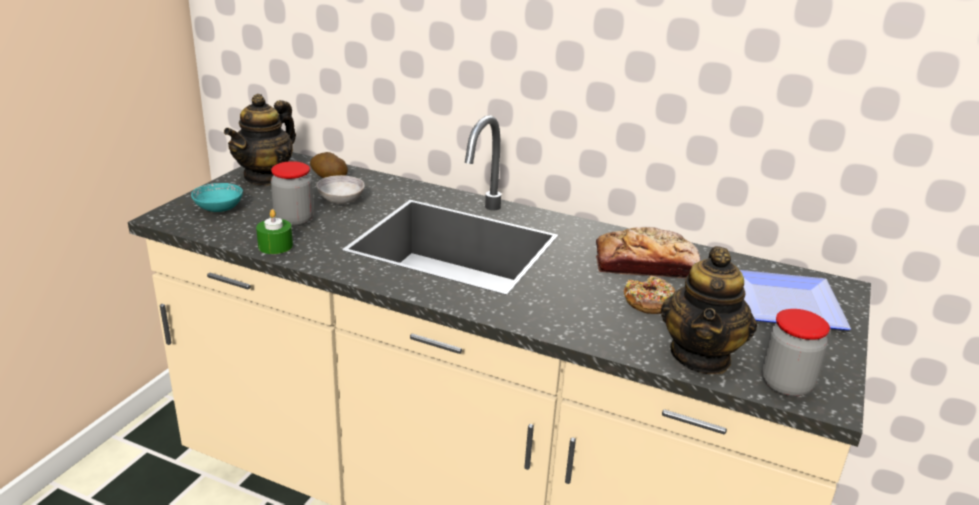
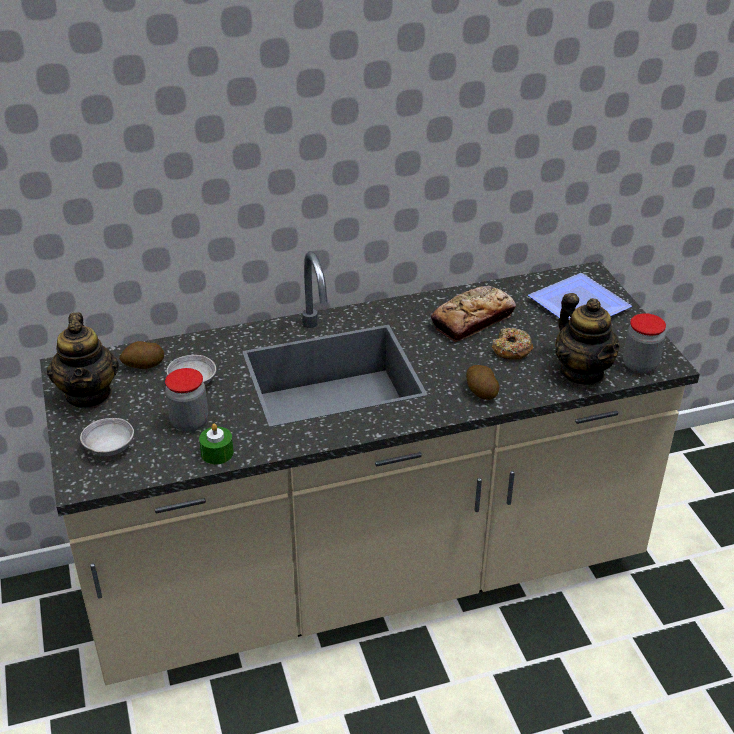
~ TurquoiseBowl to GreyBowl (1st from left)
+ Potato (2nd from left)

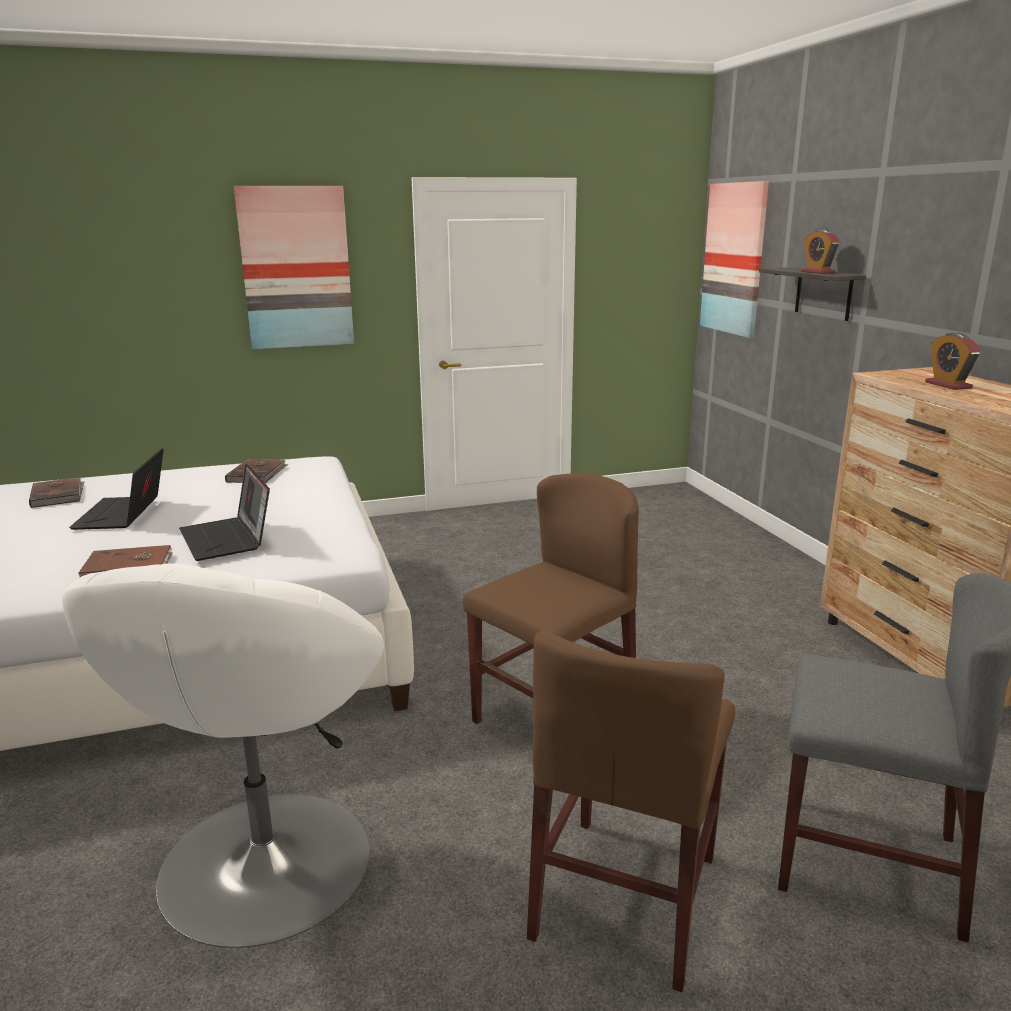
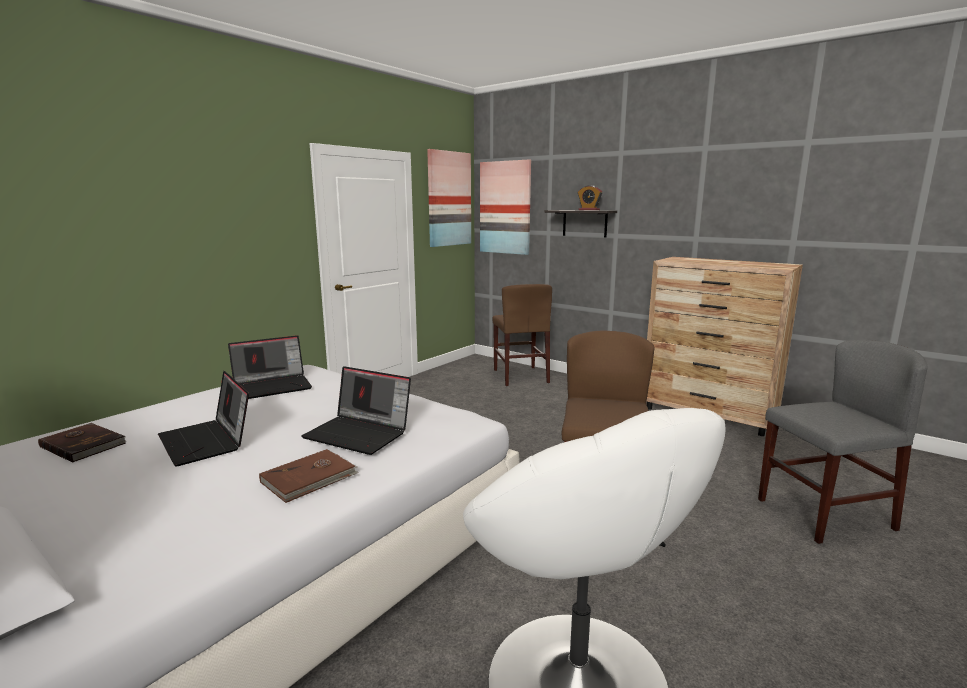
~ BrownBook (3rd from left) to Laptop (2nd from left)
~ Picture (1st from left)
~ BrownChair (2nd from left in the first image) to BrownChair (1st from left)
- AlarmClock (2nd from left)

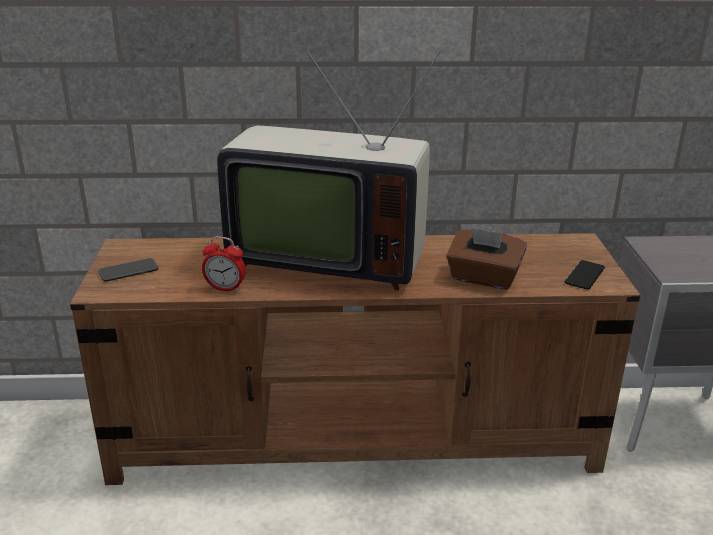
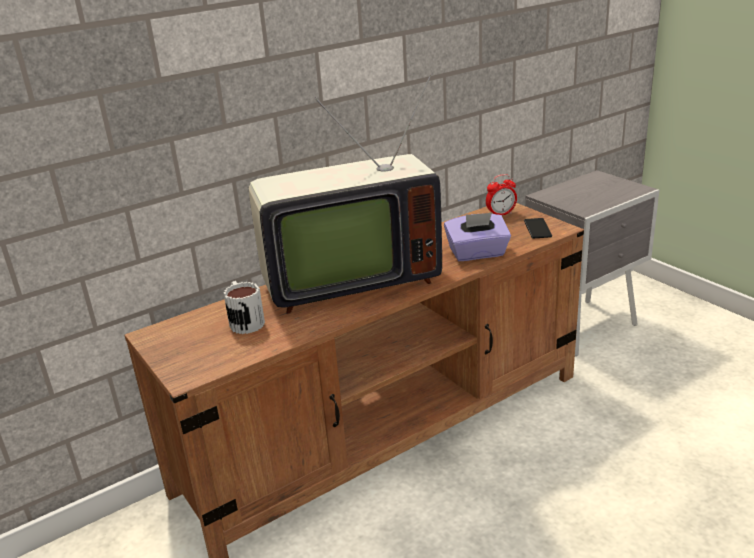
- Phone (1st from left)
~ AlarmClock
~ BrownTissueBox to PurpleTissueBox
+ Mug

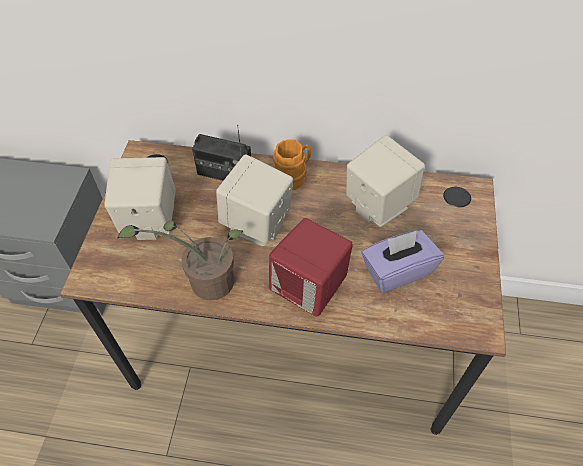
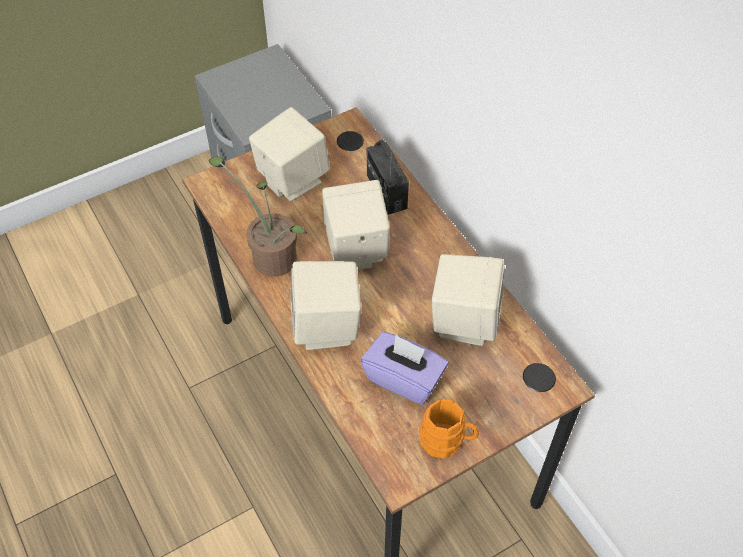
~ RedSpeaker to BeigeSpeaker (2nd from left)
~ OrangeMug

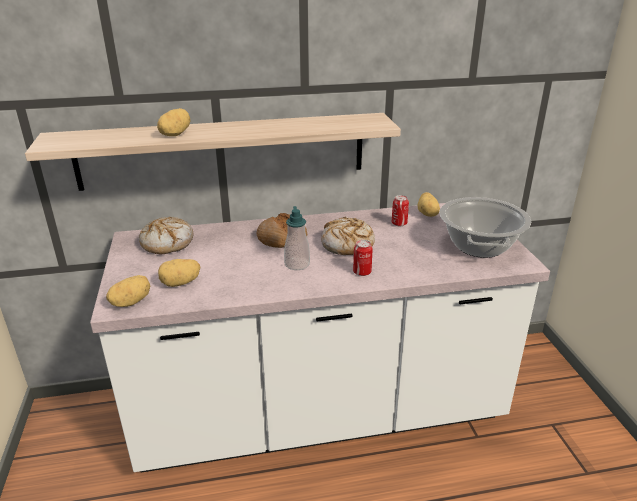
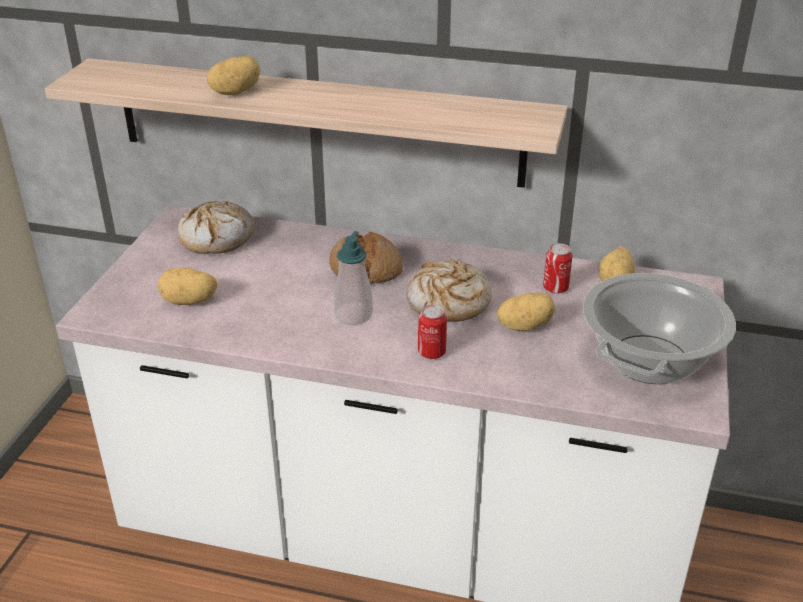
~ Potato (1st from left in the first image) to Potato (3rd from left)

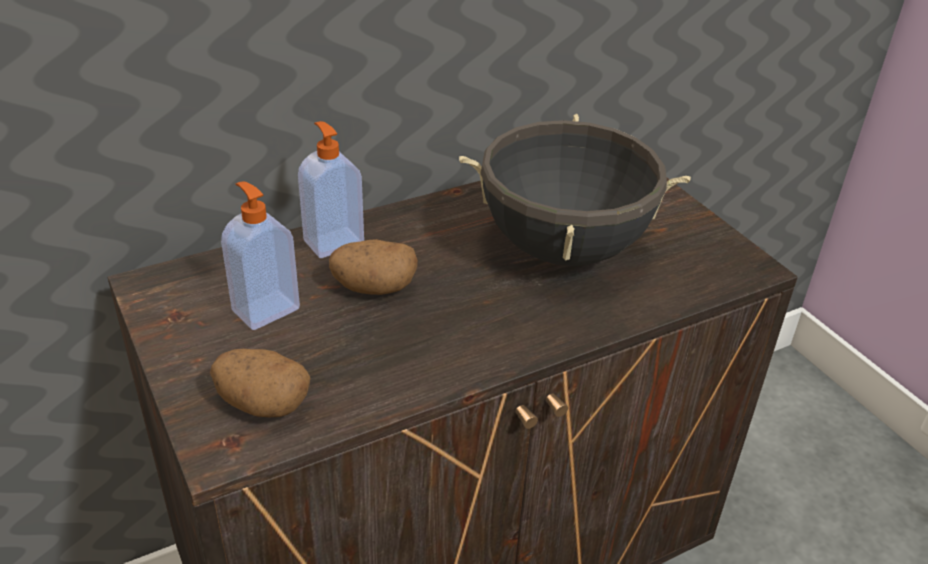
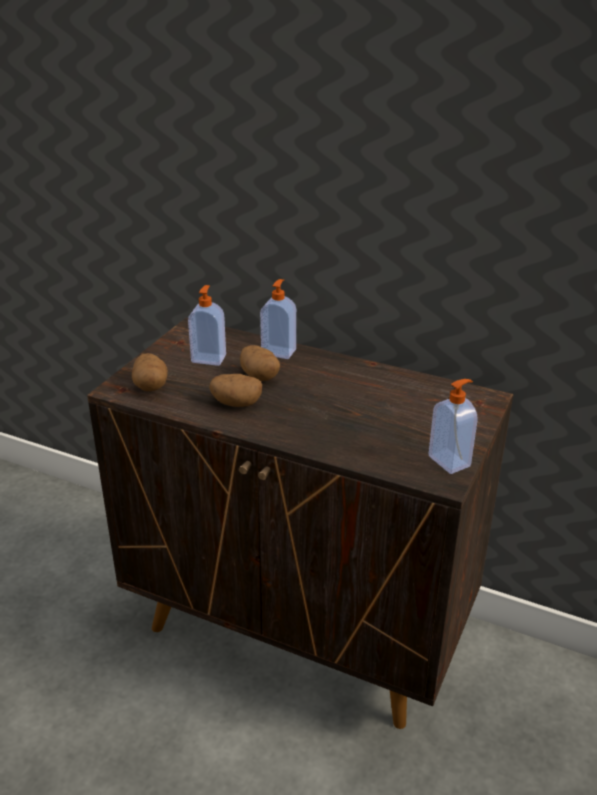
- BlackCookingPot
+ Potato (2nd from left)
+ SoapDispenser (3rd from left)

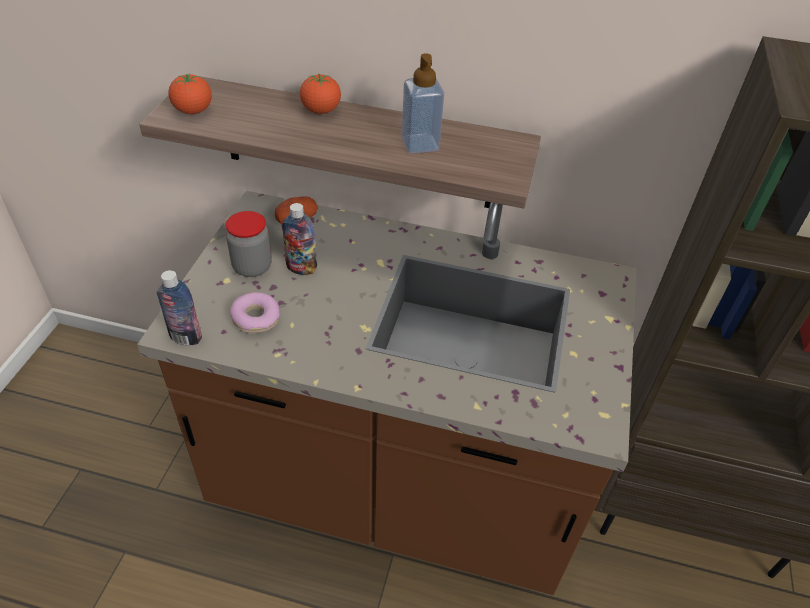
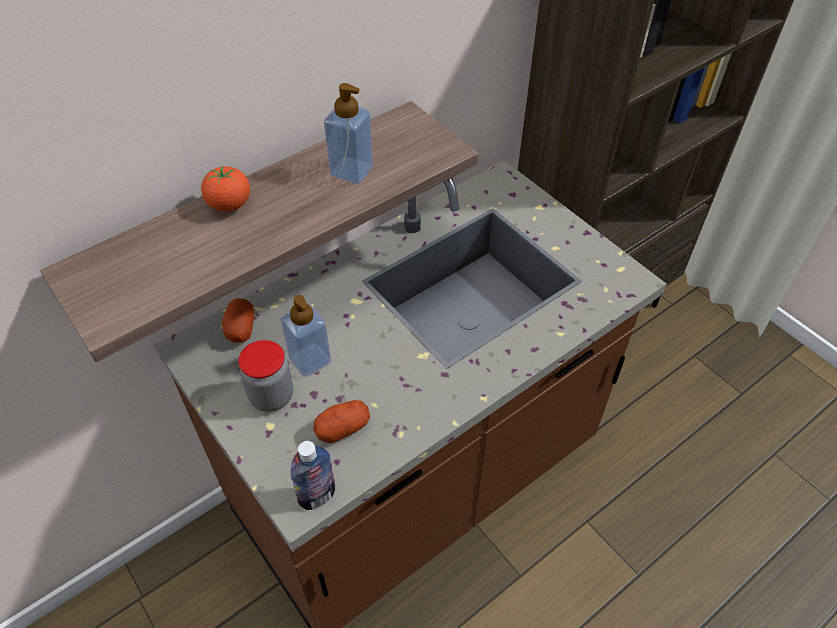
- Tomato (1st from left)
~ Donut to Potato (2nd from left)
~ Bottle (2nd from left) to SoapDispenser (1st from left)

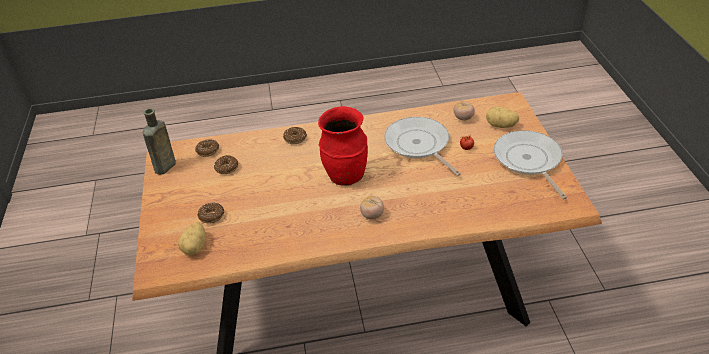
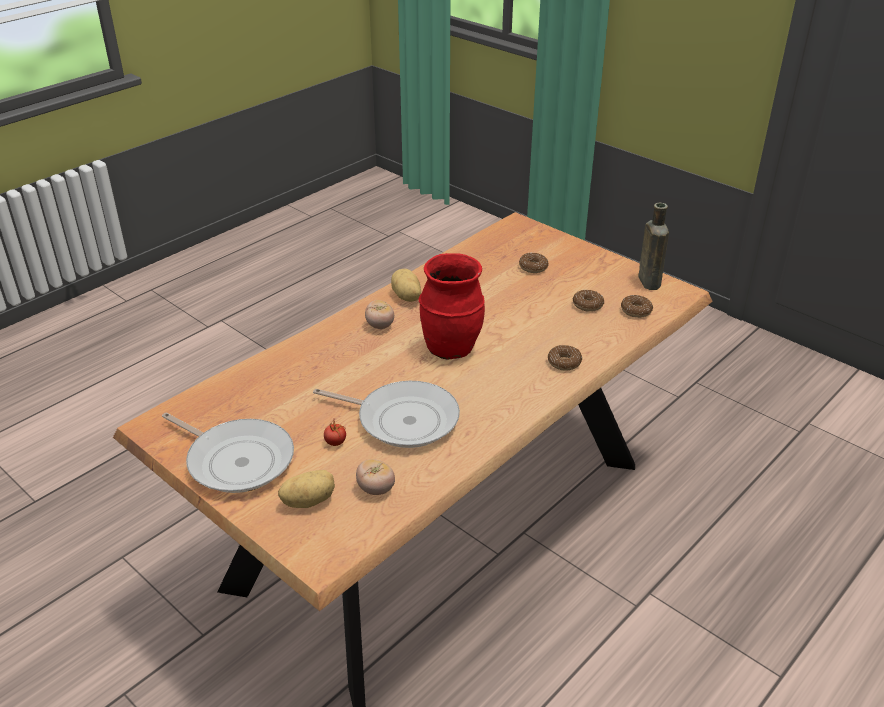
~ Potato (1st from left in the first image) to Potato (2nd from left)

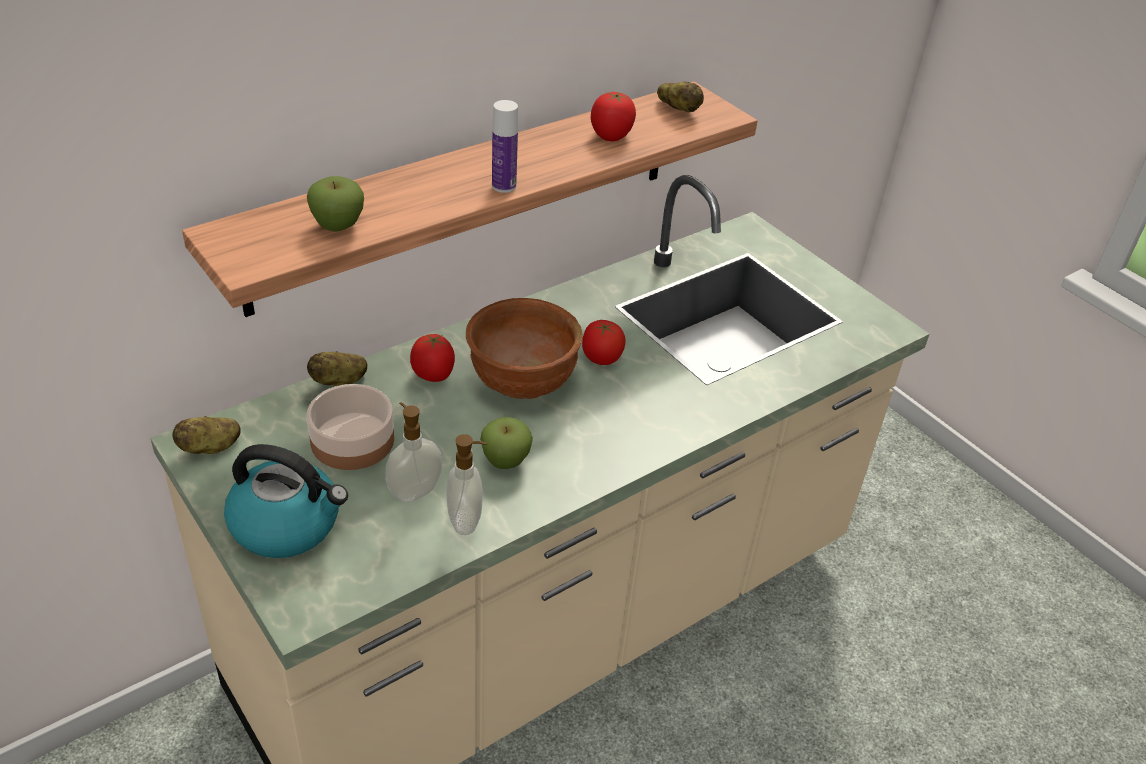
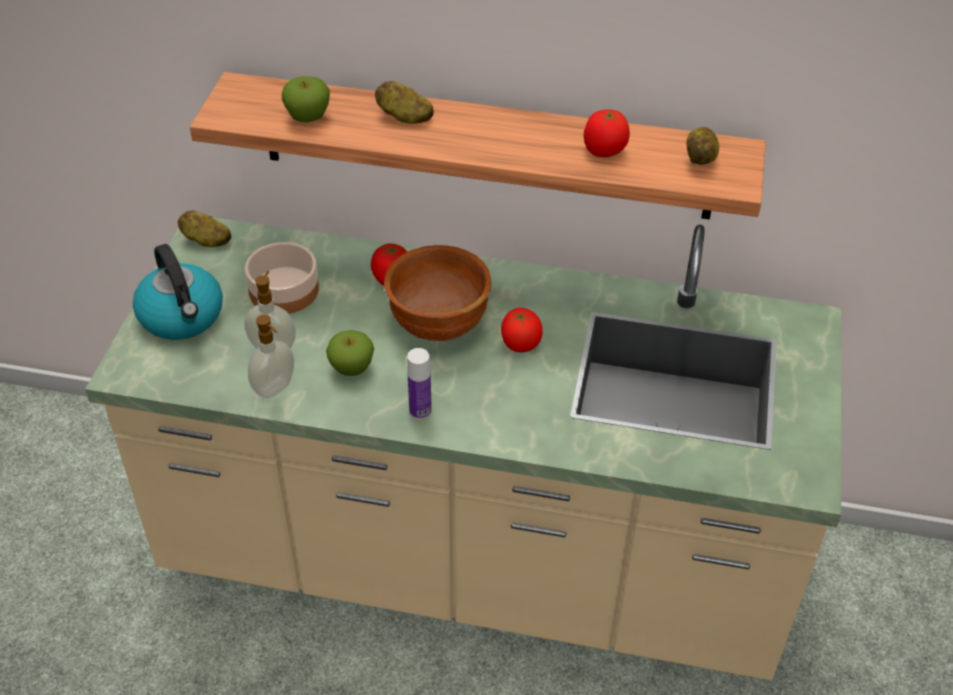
~ Potato (2nd from left)
~ Bottle

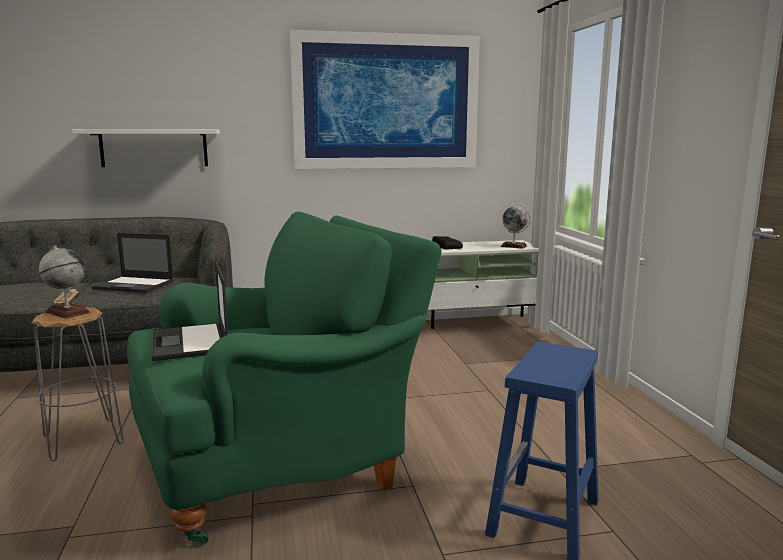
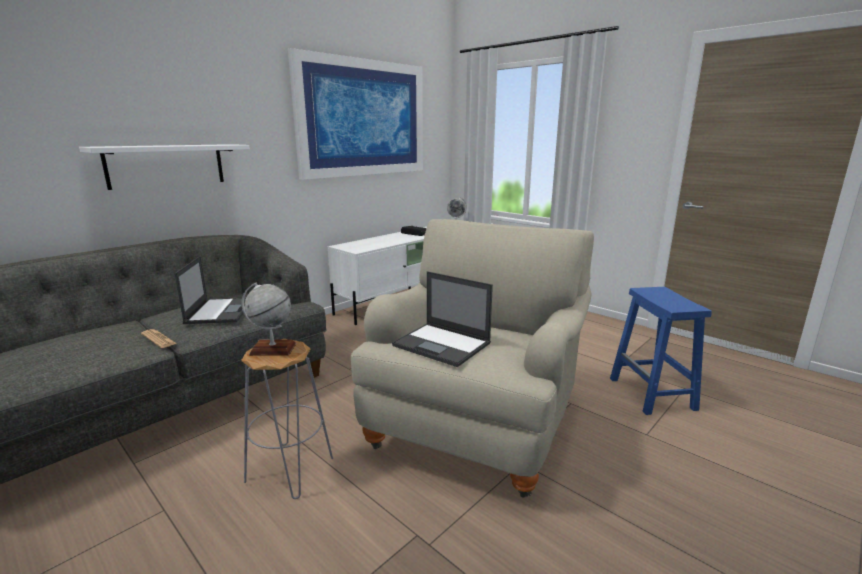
~ Laptop (1st from left) 75 degrees counterclockwise
~ GreenArmchair to BeigeArmchair

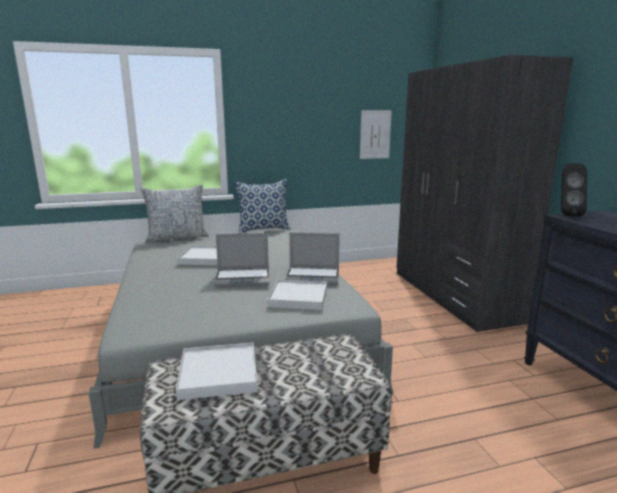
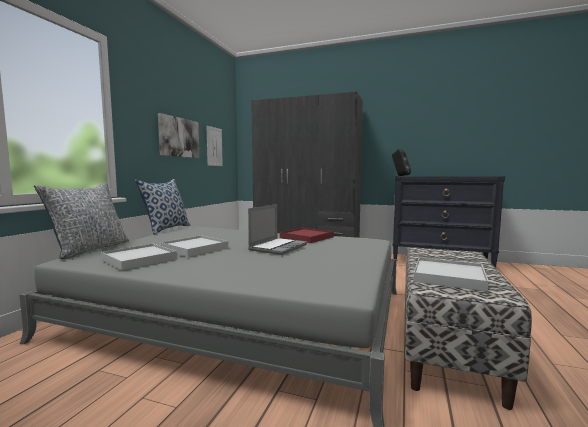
~ WhiteTray (3rd from left in the first image) to WhiteTray (1st from left)
~ Laptop (2nd from left) to RedTray
+ Picture (1st from left)

